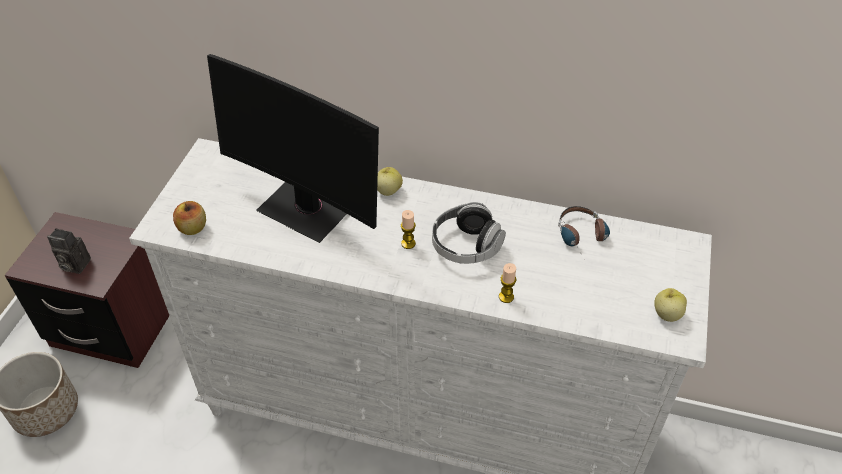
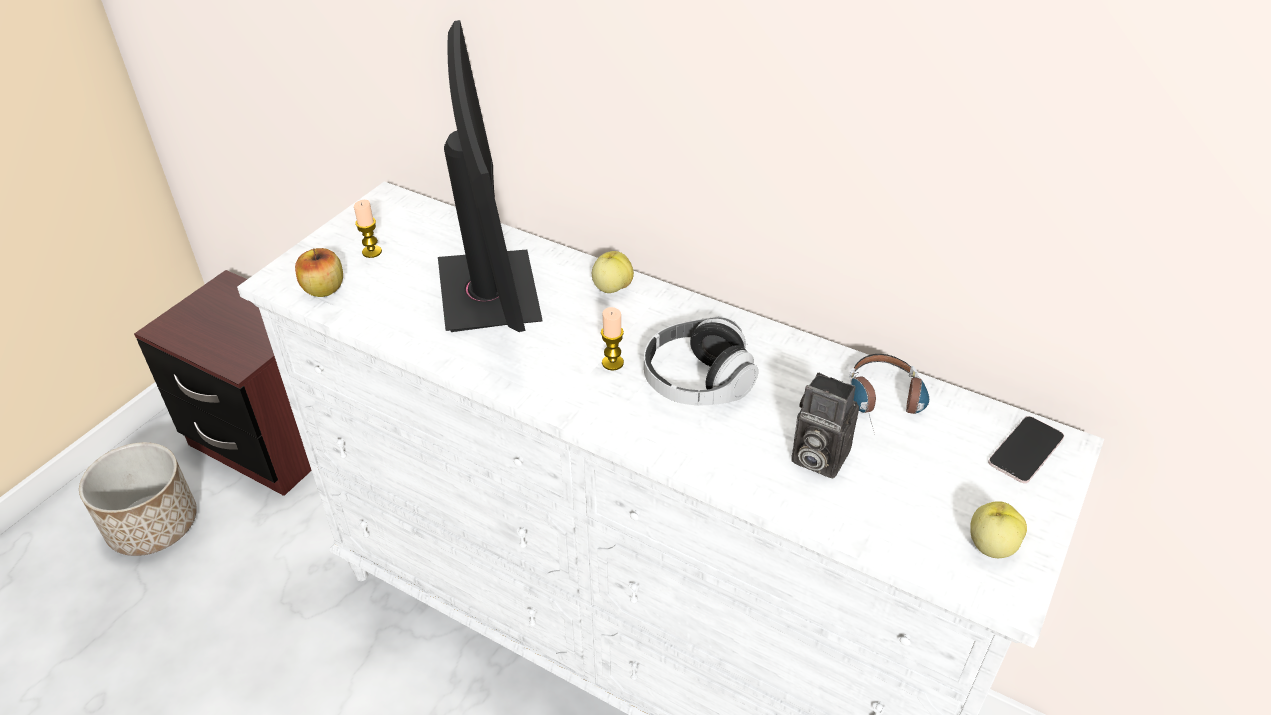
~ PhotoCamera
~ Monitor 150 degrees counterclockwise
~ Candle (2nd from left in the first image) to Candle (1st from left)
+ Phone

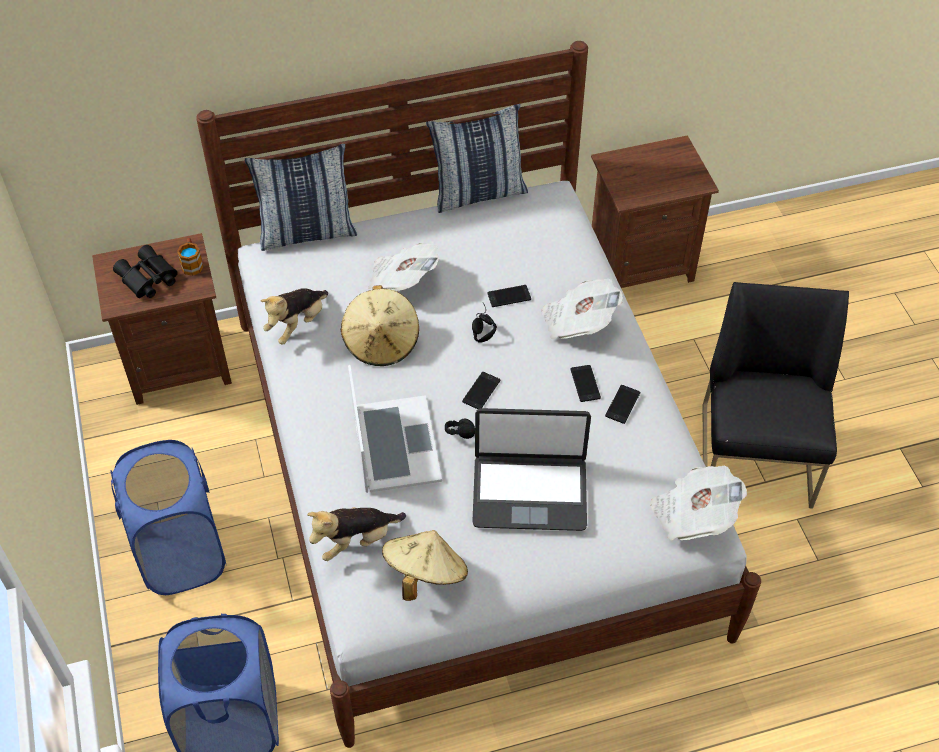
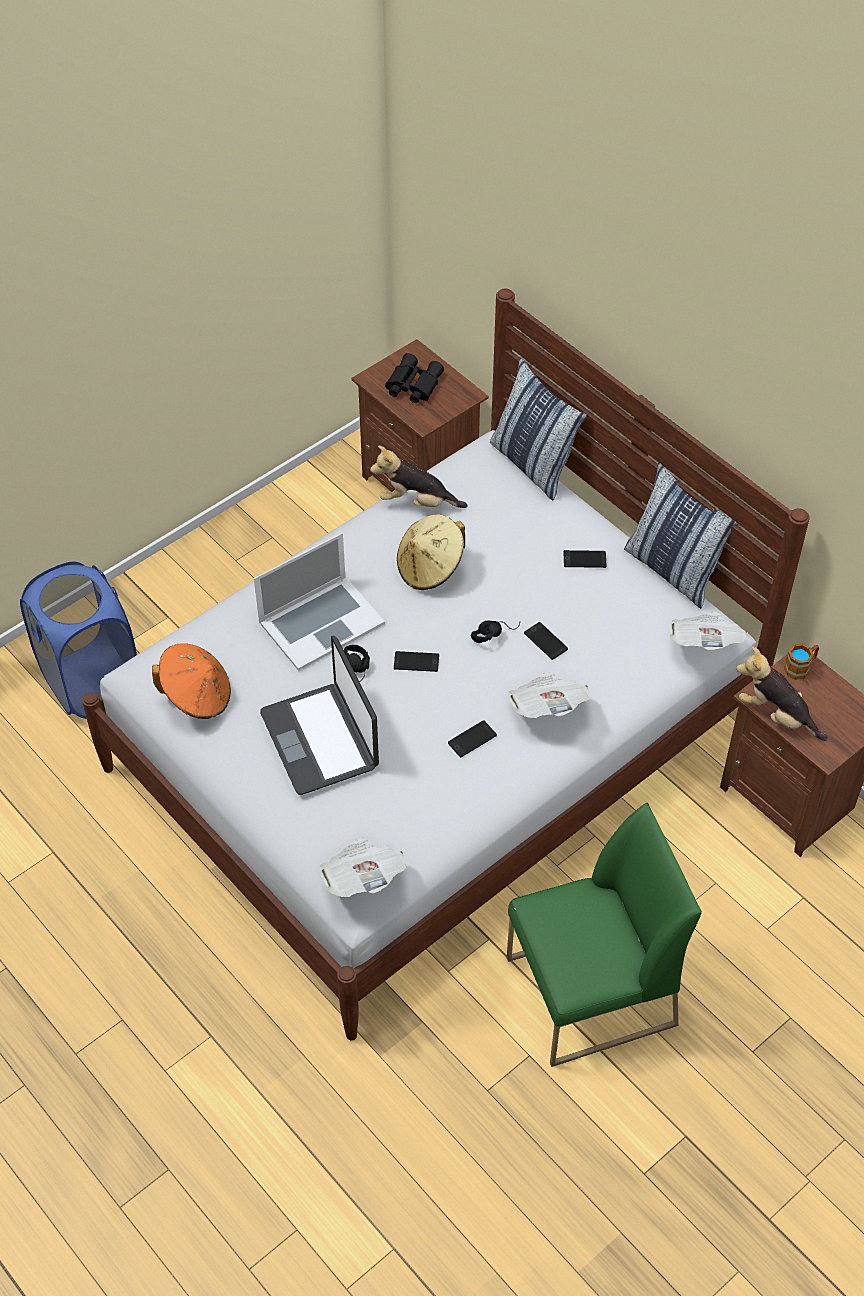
- BlueLaundryBasket (1st from left)
~ Mug
~ PlushToy (2nd from left)
~ Newspaper (1st from left in the first image) to Newspaper (3rd from left)
~ BeigeHat (2nd from left) to OrangeHat
~ Phone (4th from left)
~ BlackChair to GreenChair

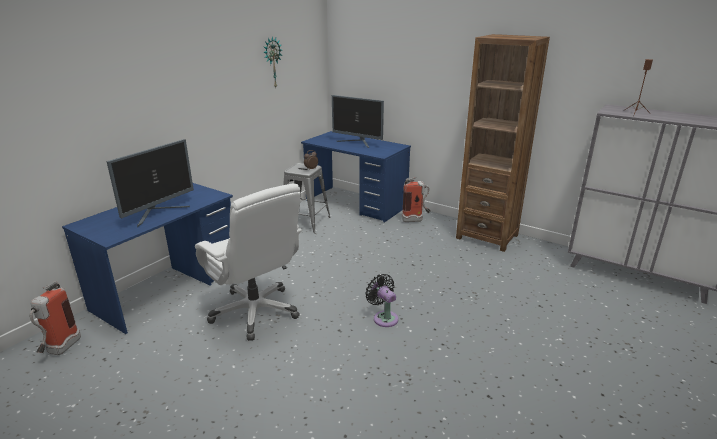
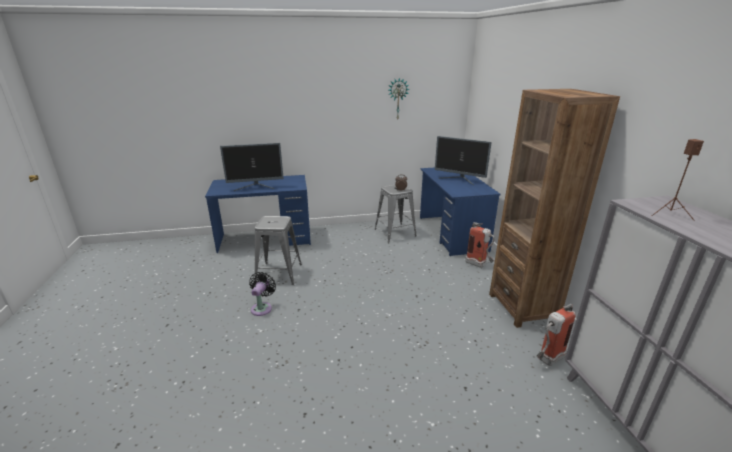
~ FireExtinguisher (1st from left in the first image) to FireExtinguisher (2nd from left)
~ WhiteOfficeChair to GreyStool (1st from left)
~ Monitor (2nd from left) 45 degrees counterclockwise
~ BlackFan

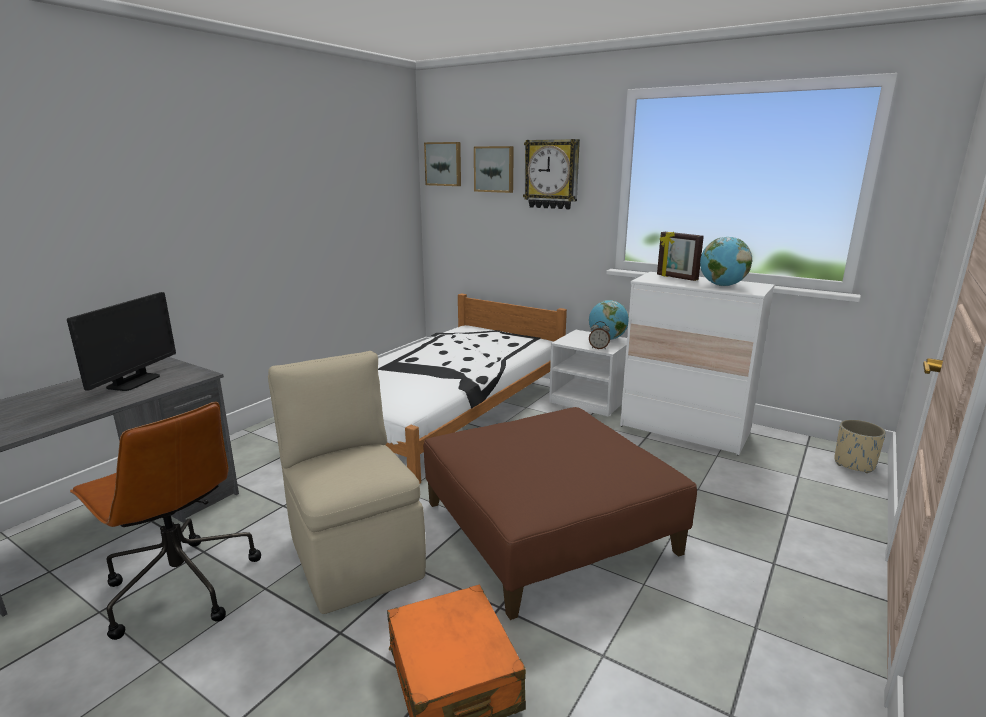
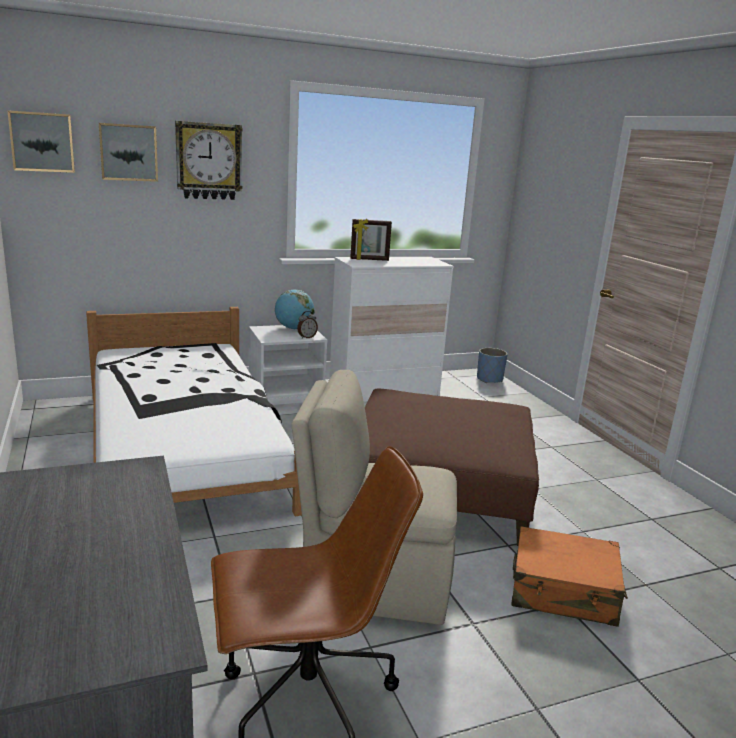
- Monitor
- Globe (2nd from left)
~ BeigePlanter to BluePlanter

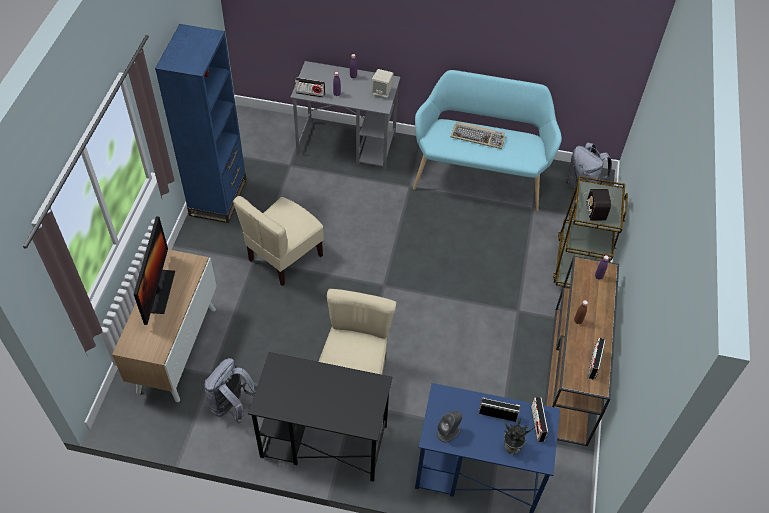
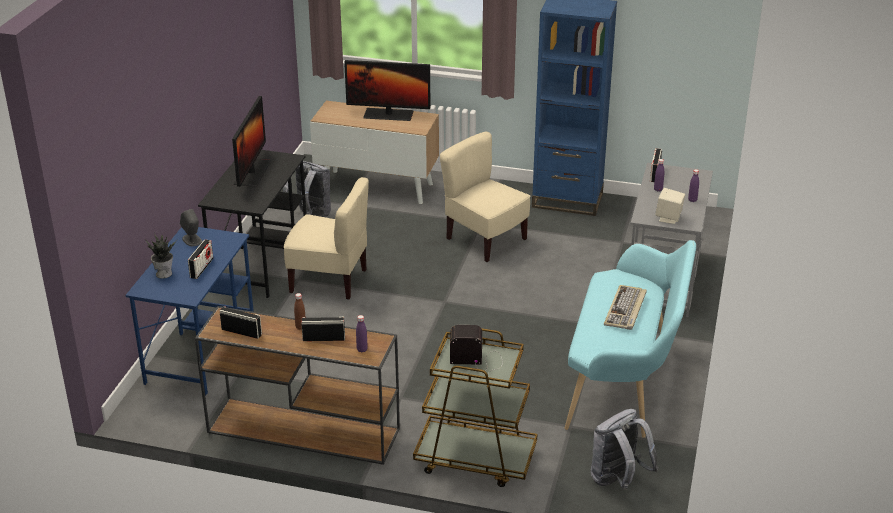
~ Radio (3rd from left)
+ Monitor (1st from left)

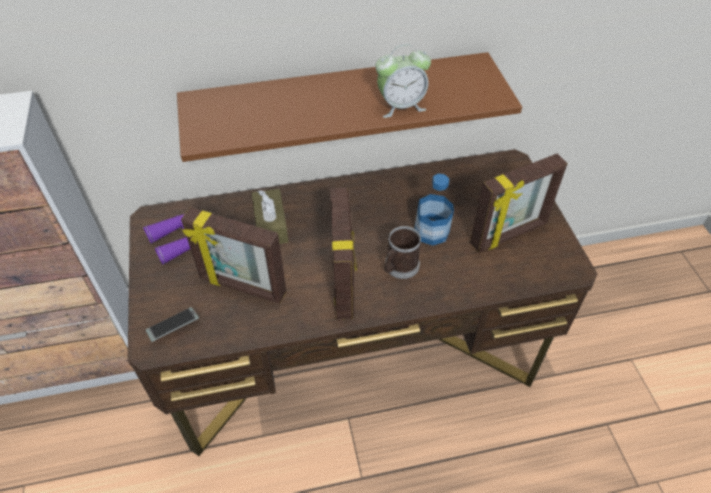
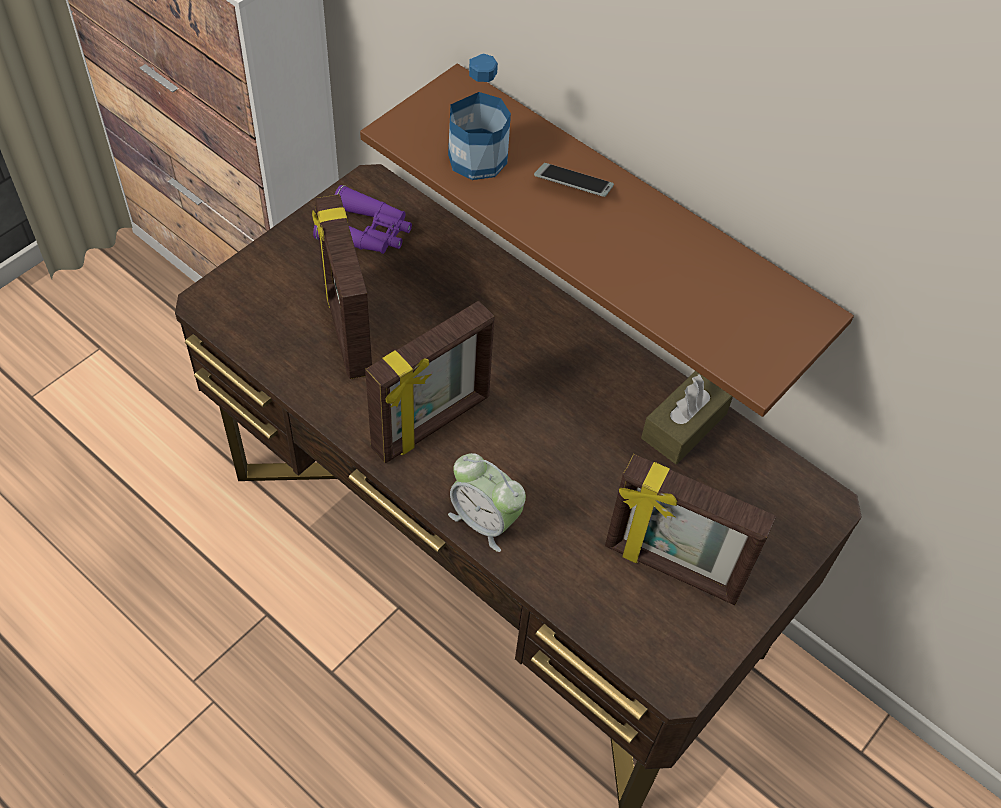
~ Phone
~ BrownTissueBox
~ AlarmClock
- Mug
~ Bottle

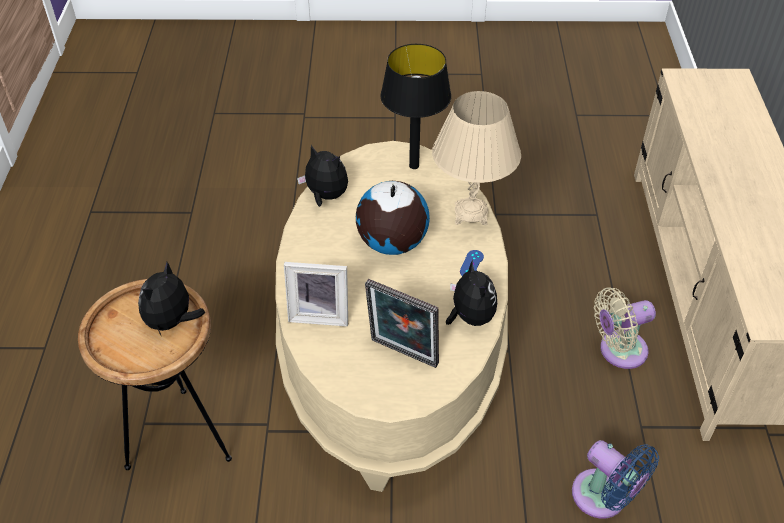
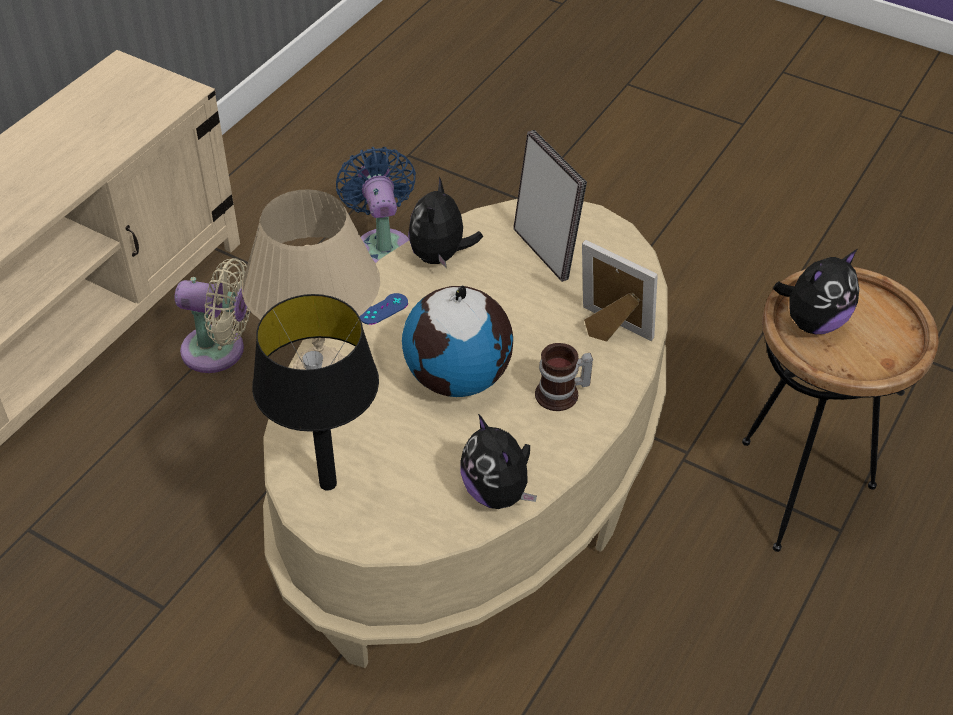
+ Mug

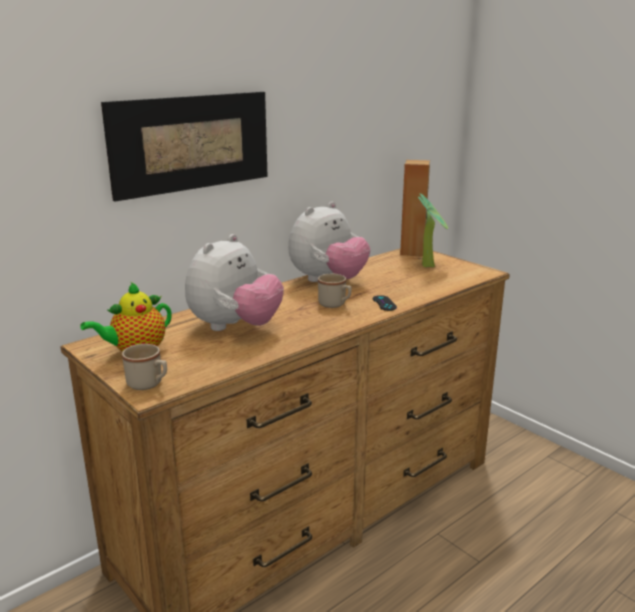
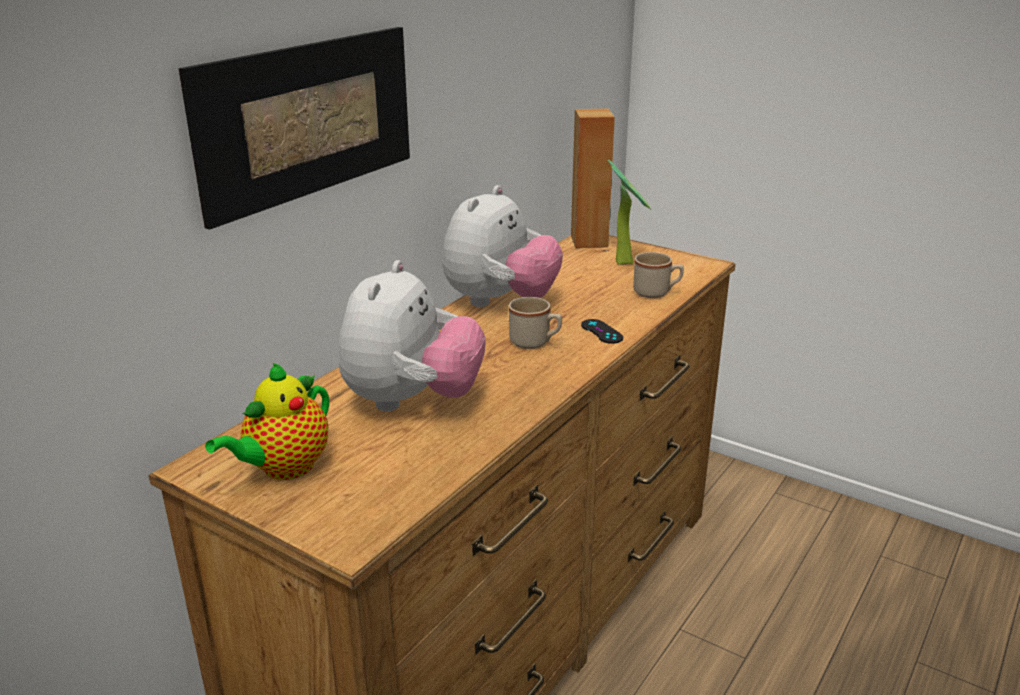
~ BeigeMug (1st from left in the first image) to BeigeMug (2nd from left)

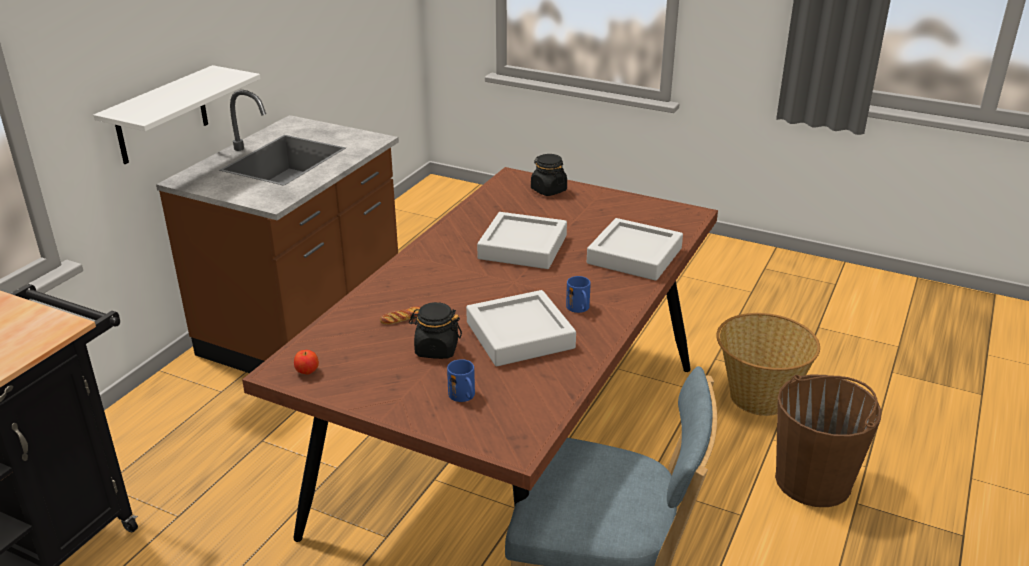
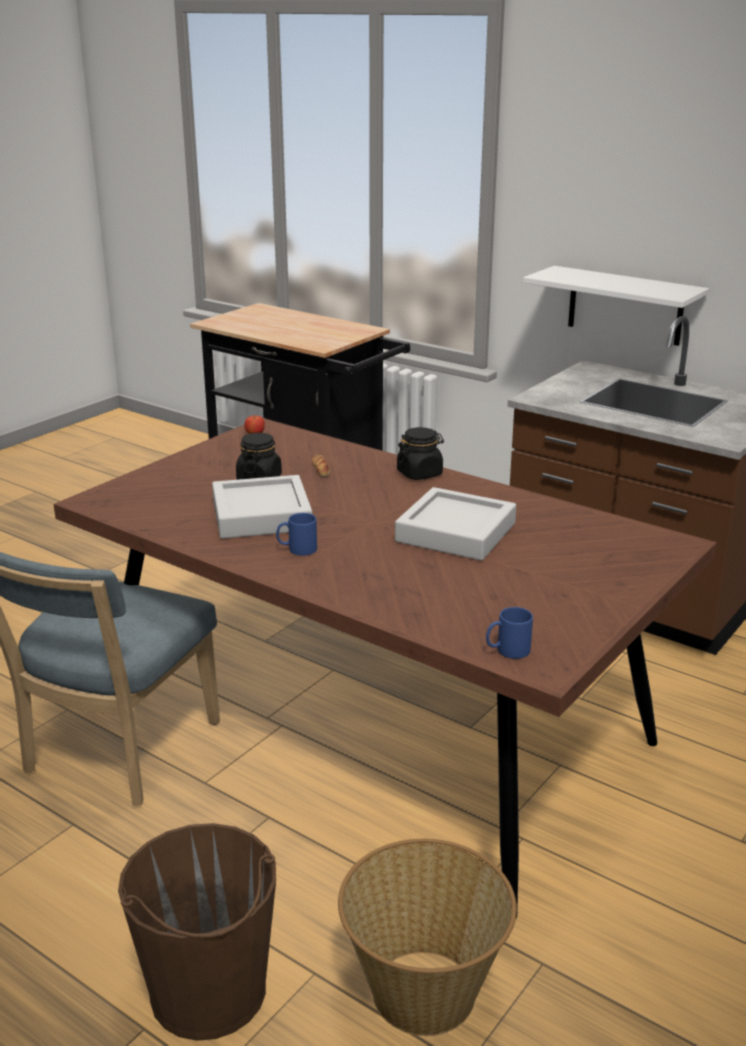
~ BlueMug (1st from left in the first image) to BlueMug (2nd from left)
~ BlackJar (2nd from left)
- GreyTray (3rd from left)

